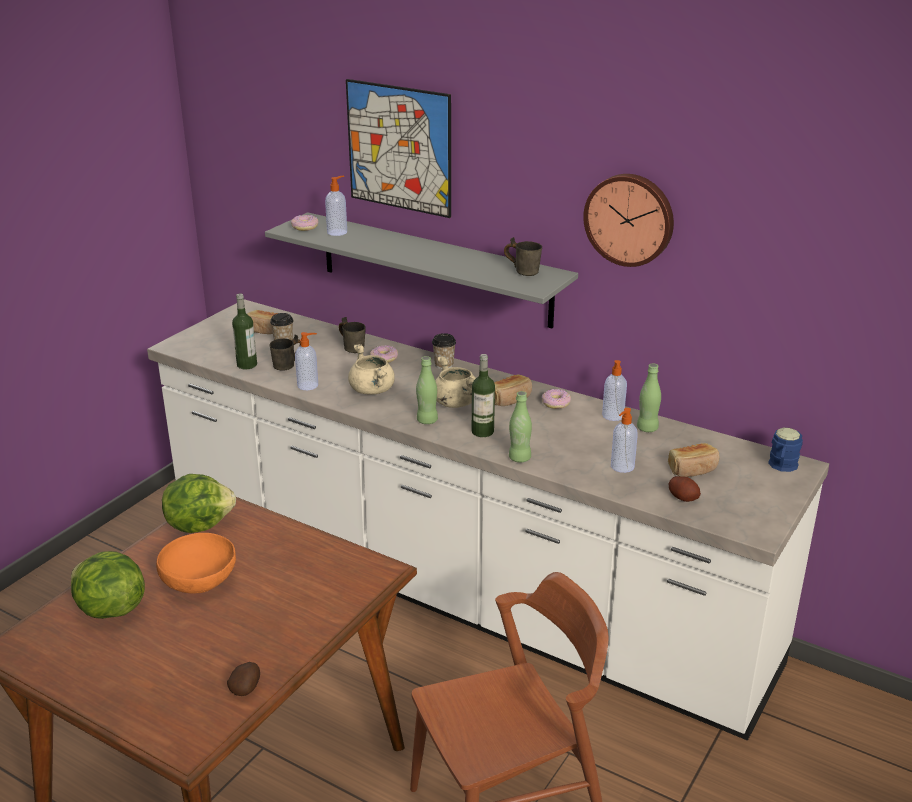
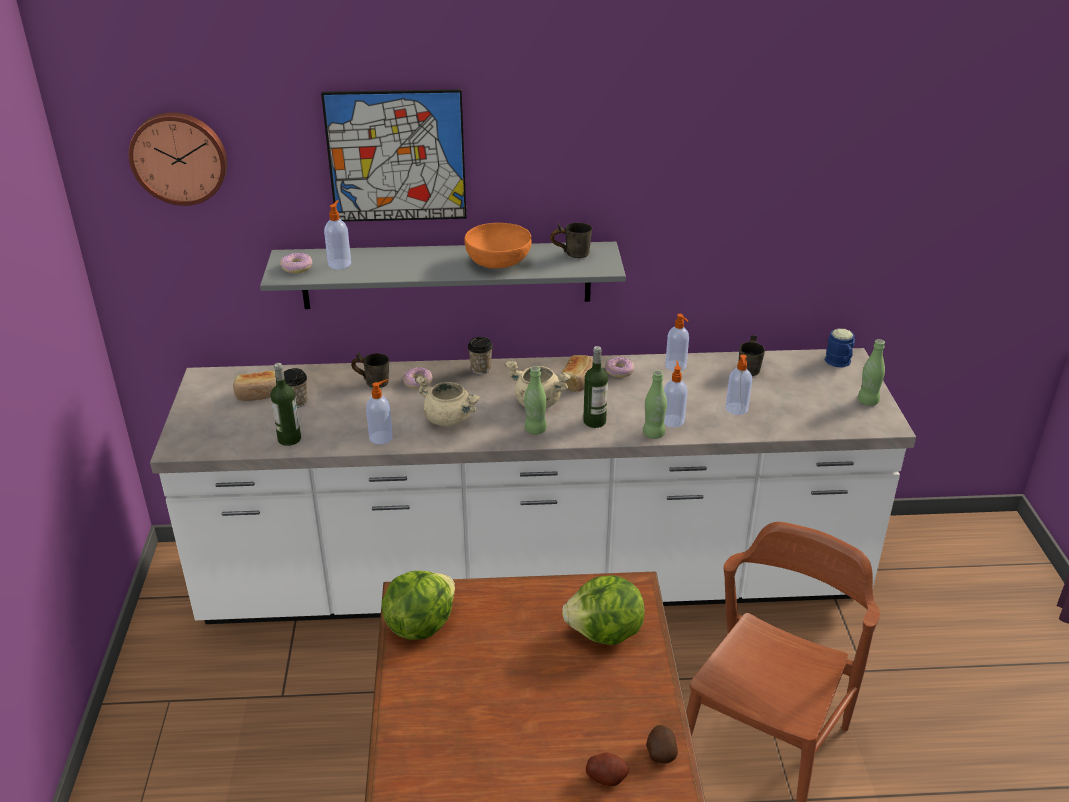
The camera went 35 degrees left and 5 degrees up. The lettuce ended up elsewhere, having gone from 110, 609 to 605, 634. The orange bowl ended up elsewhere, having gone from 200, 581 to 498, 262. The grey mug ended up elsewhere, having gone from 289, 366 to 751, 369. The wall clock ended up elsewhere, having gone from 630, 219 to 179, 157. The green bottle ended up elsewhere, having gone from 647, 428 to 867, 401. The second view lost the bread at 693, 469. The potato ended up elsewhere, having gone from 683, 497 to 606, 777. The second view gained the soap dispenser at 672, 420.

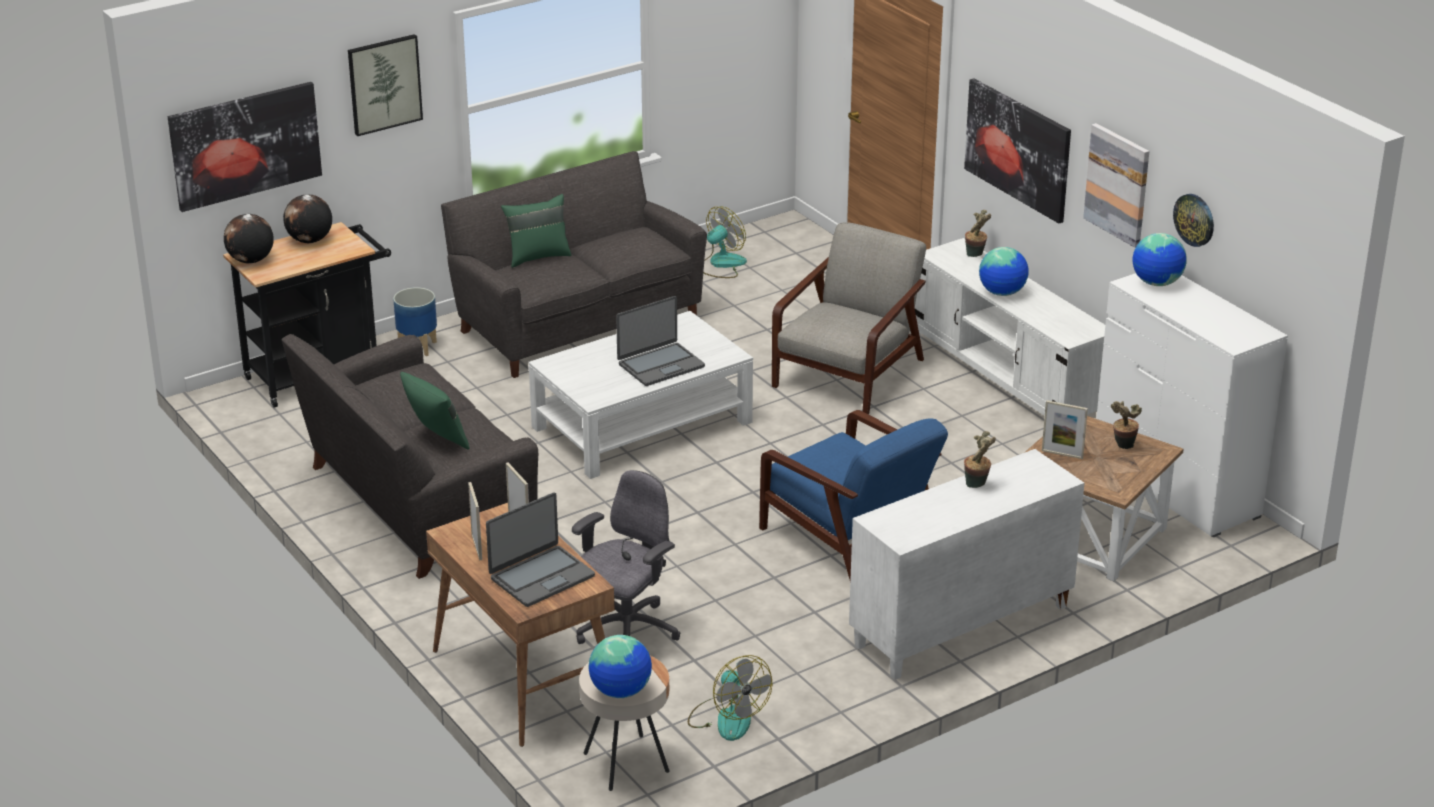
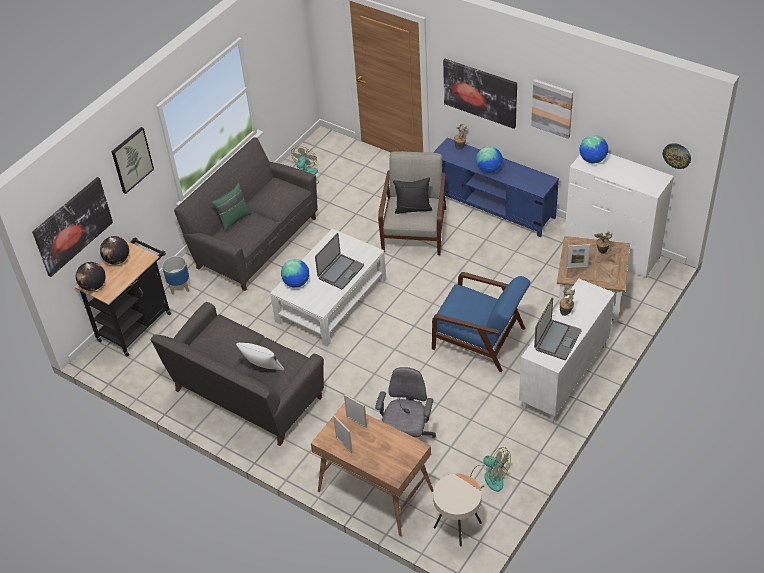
The camera went 20 degrees left and 15 degrees up. What was the green pillow at 436, 440 turned into the white pillow at 262, 369. The laptop ended up elsewhere, having gone from 541, 577 to 557, 340. The globe ended up elsewhere, having gone from 621, 691 to 296, 283. What was the white tv stand at 1008, 377 turned into the blue tv stand at 493, 206. The wall clock ended up elsewhere, having gone from 1194, 219 to 677, 155. The second view gained the black pillow at 413, 208.

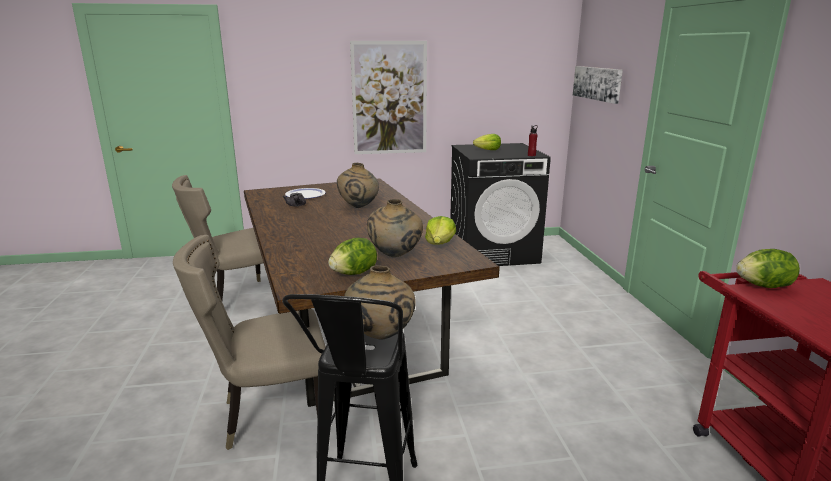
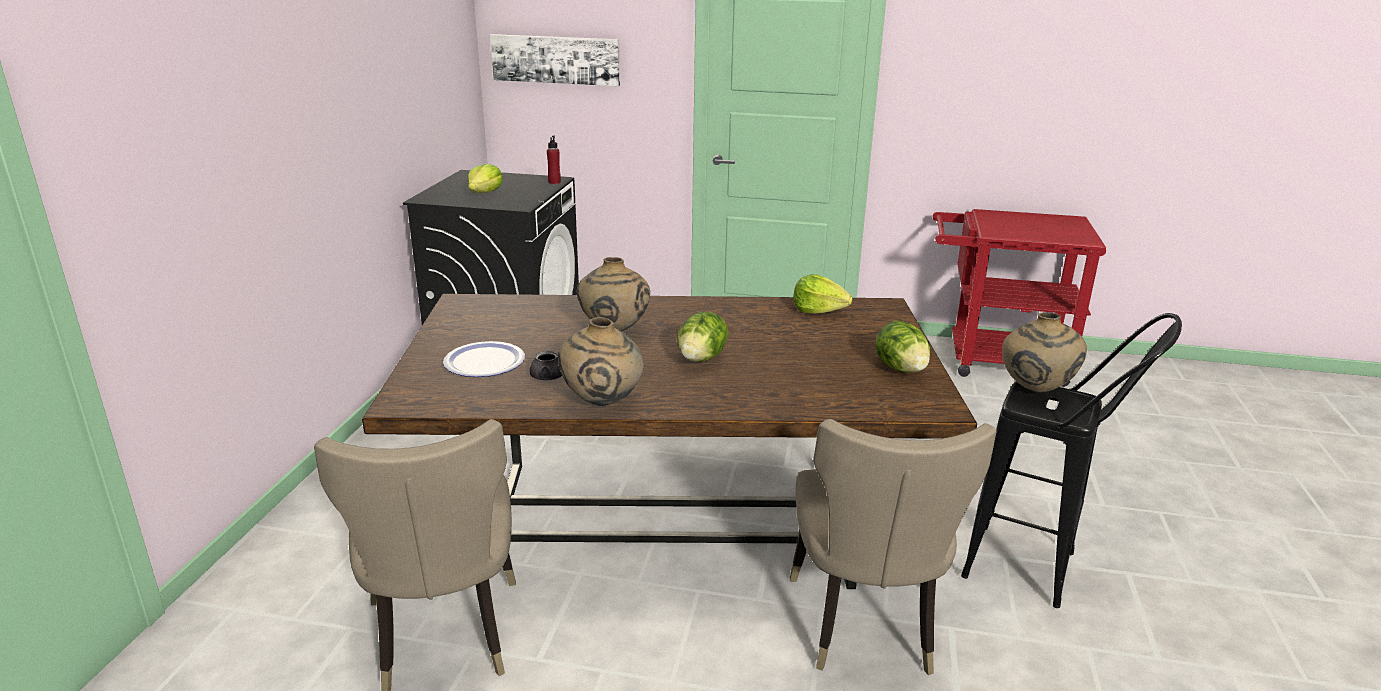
The camera went 70 degrees left and 5 degrees up. The second view lost the picture at 389, 98. The beige vase ended up elsewhere, having gone from 395, 256 to 602, 403. The lettuce ended up elsewhere, having gone from 763, 286 to 701, 359.

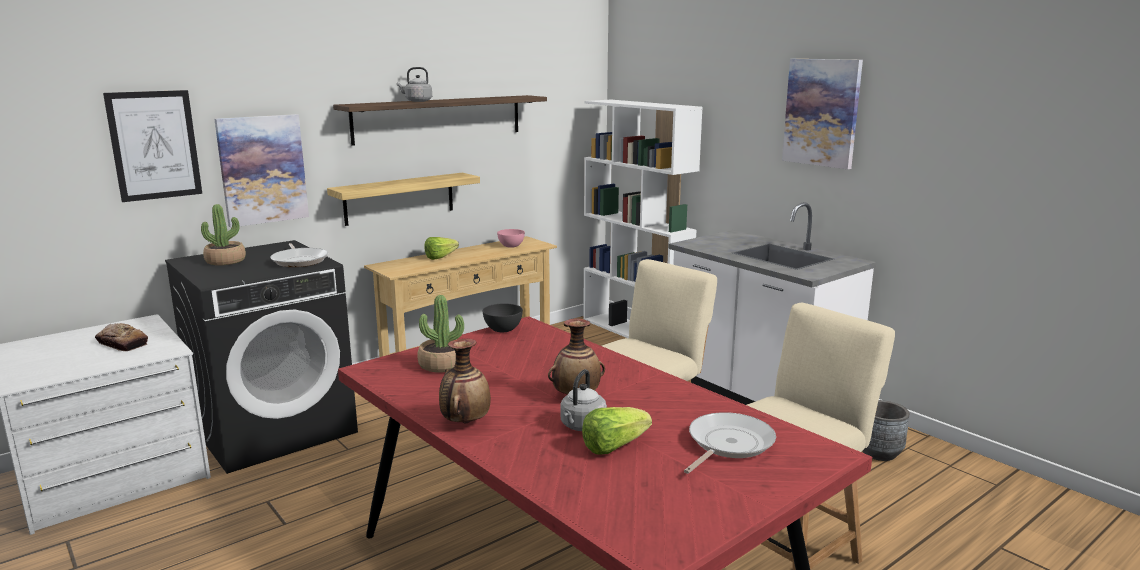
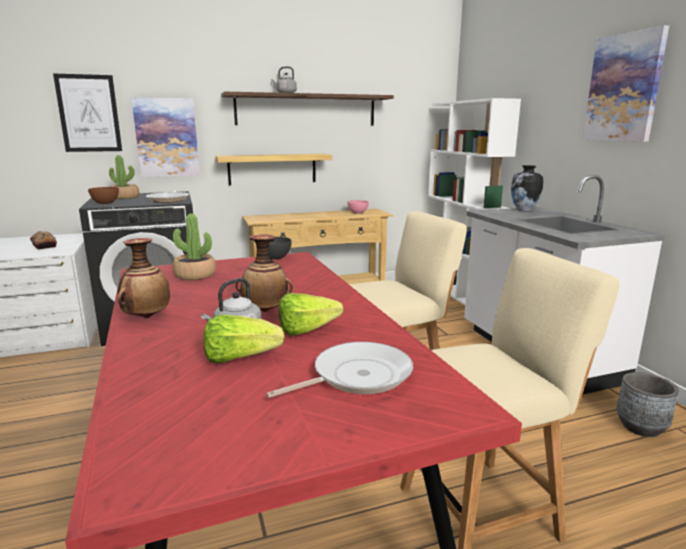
The camera went 20 degrees right and 0 degrees up. The lettuce ended up elsewhere, having gone from 443, 257 to 312, 330. The second view gained the brown bowl at 105, 203. The second view gained the vase at 524, 210.

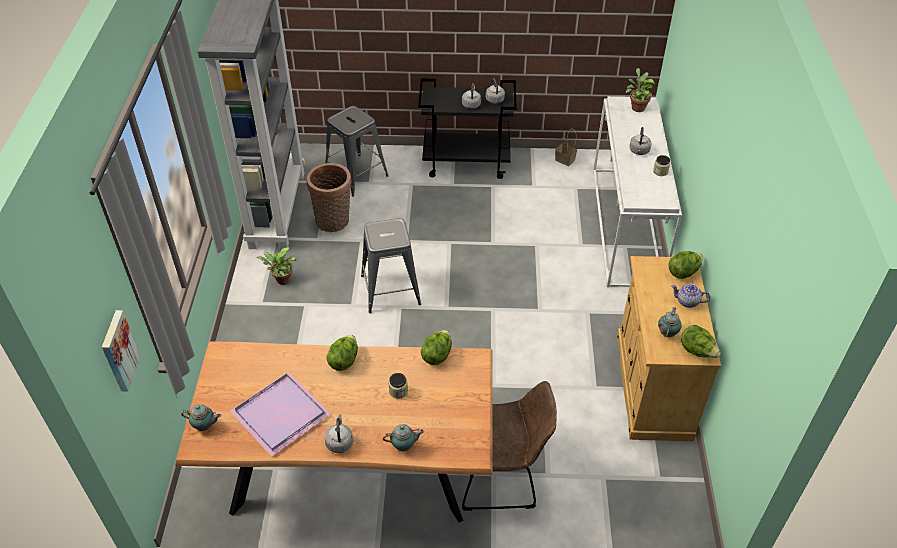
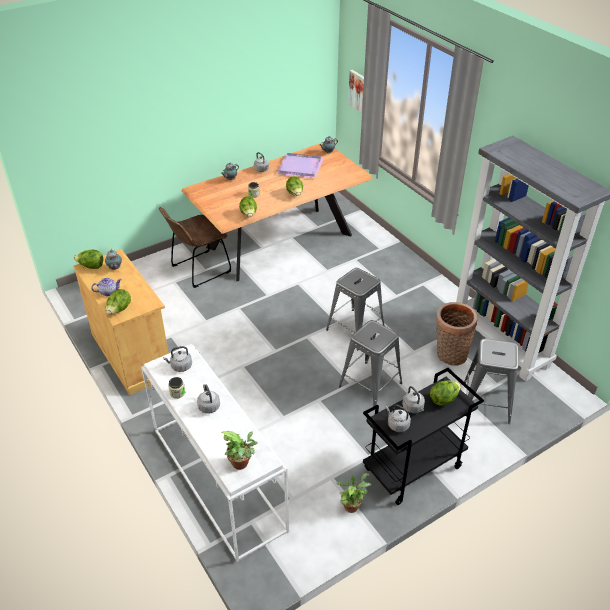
The camera went 145 degrees right and 5 degrees down. The potted plant ended up elsewhere, having gone from 281, 280 to 351, 505. The second view lost the basket at 565, 160. The second view gained the grey kettle at 180, 366. The second view gained the grey stool at 370, 384. The second view gained the lettuce at 444, 399.

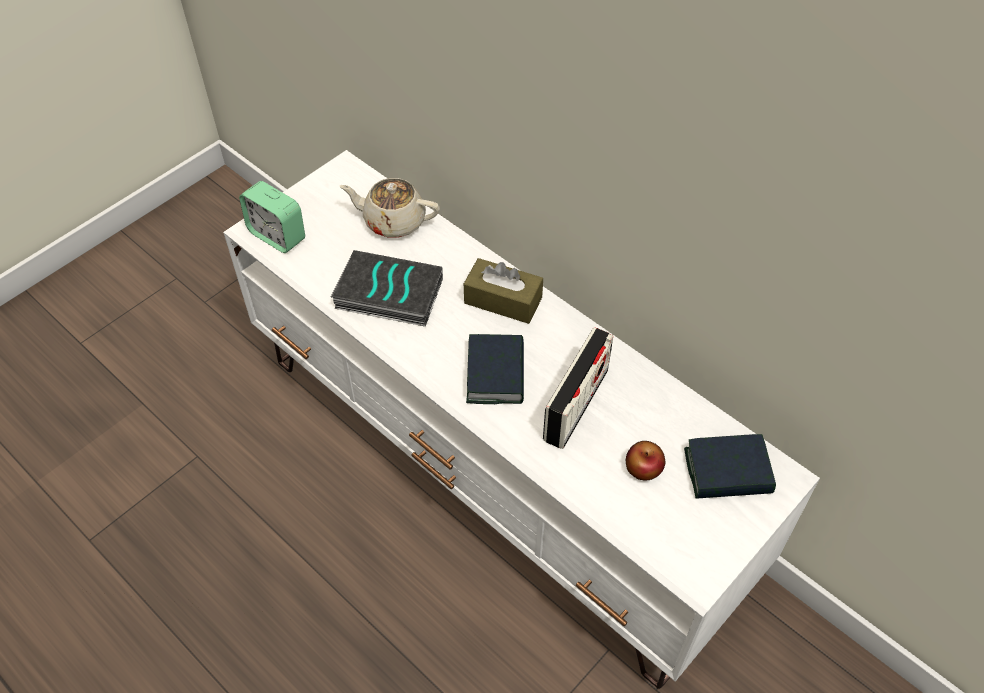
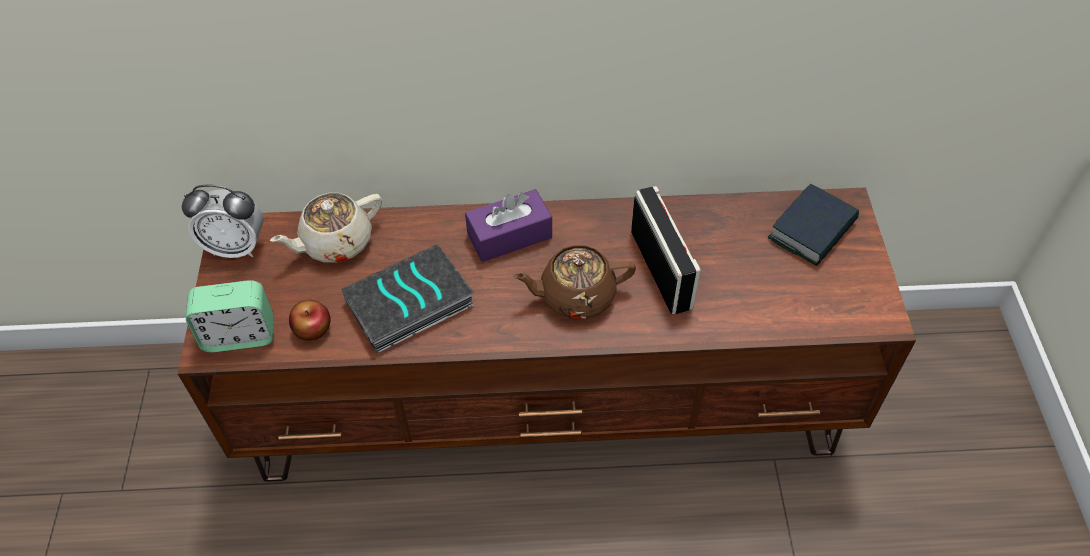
The camera went 45 degrees left and 0 degrees up. What was the white tv stand at 495, 467 turned into the brown tv stand at 549, 404. What was the brown tissue box at 503, 300 turned into the purple tissue box at 509, 236. Where the book stood at 496, 374, the brown teapot came to stand at 575, 295. The apple ended up elsewhere, having gone from 643, 468 to 313, 328. The second view gained the alarm clock at 236, 247.

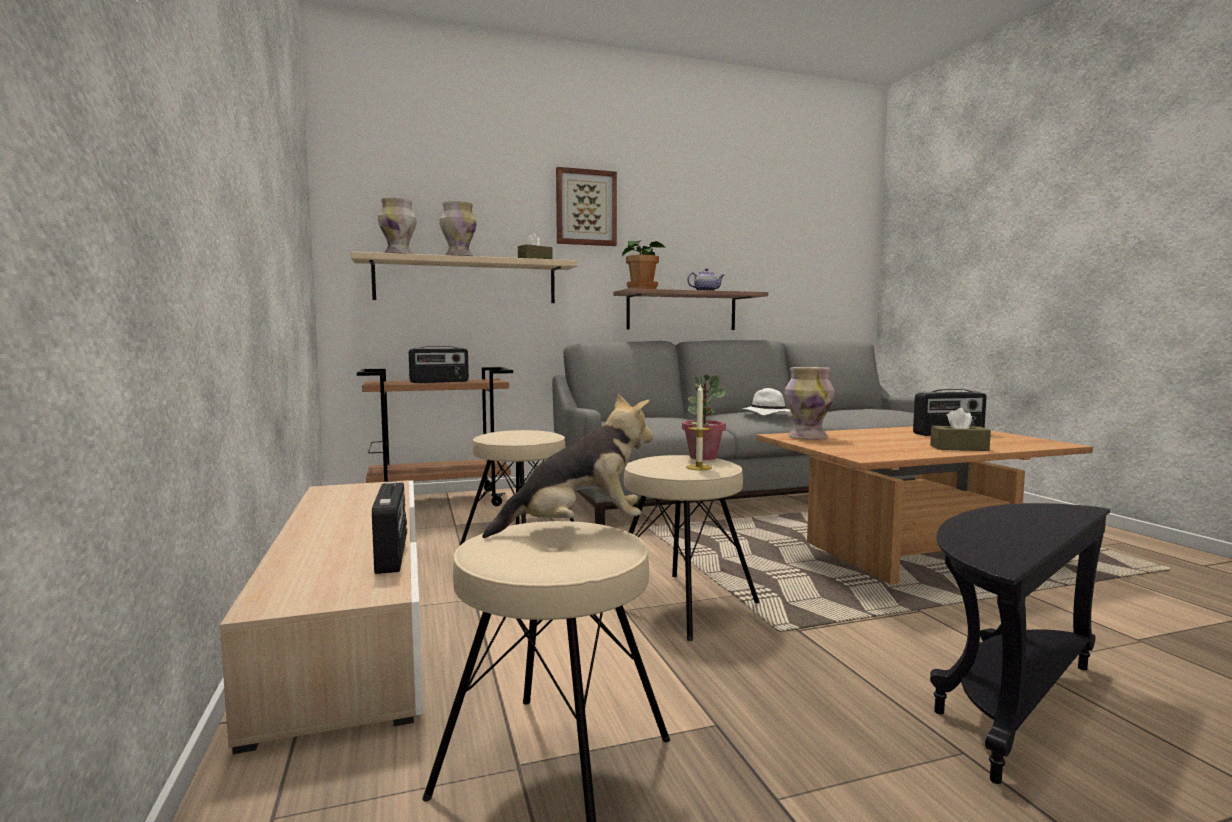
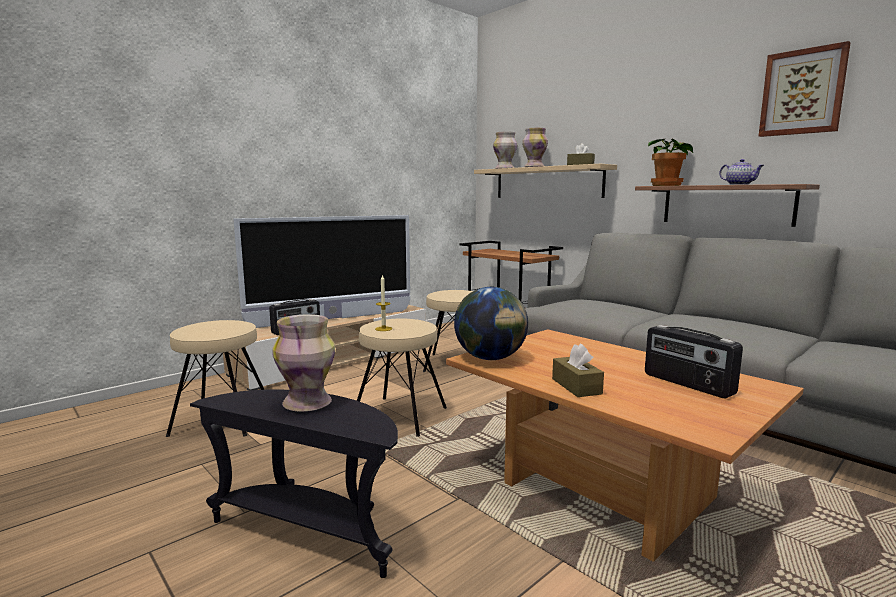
The camera went 65 degrees right and 5 degrees up. The second view lost the radio at 439, 382. The second view lost the plush toy at 577, 530. The picture ended up elsewhere, having gone from 586, 208 to 802, 92. The second view lost the potted plant at 703, 457. The second view lost the white hat at 767, 414. The vase ended up elsewhere, having gone from 807, 437 to 308, 403. The second view gained the television at 332, 319. The second view gained the globe at 490, 358.

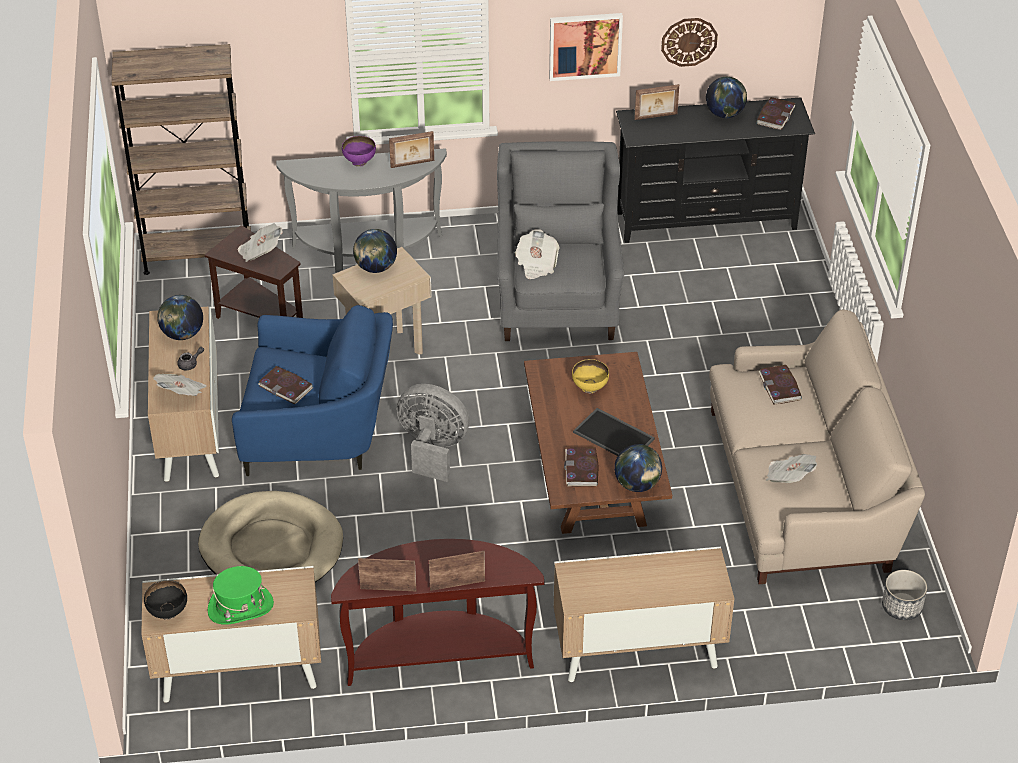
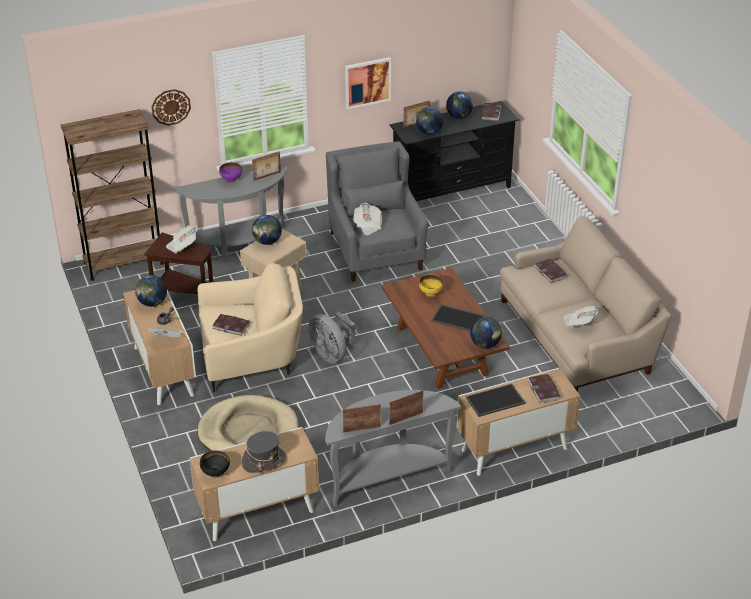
The camera went 15 degrees left and 5 degrees down. What was the green hat at 240, 607 turned into the grey hat at 264, 460. What was the blue armchair at 319, 433 turned into the beige armchair at 251, 357. What was the brown console table at 439, 655 turned into the grey console table at 387, 476. The grey fan at 432, 449 ended up facing another way, 135 degrees counterclockwise from before. The book ended up elsewhere, having gone from 581, 469 to 544, 390. The wall clock ended up elsewhere, having gone from 689, 41 to 171, 107. The second view lost the planter at 902, 607. The second view gained the globe at 429, 132. The second view gained the tray at 495, 401.

